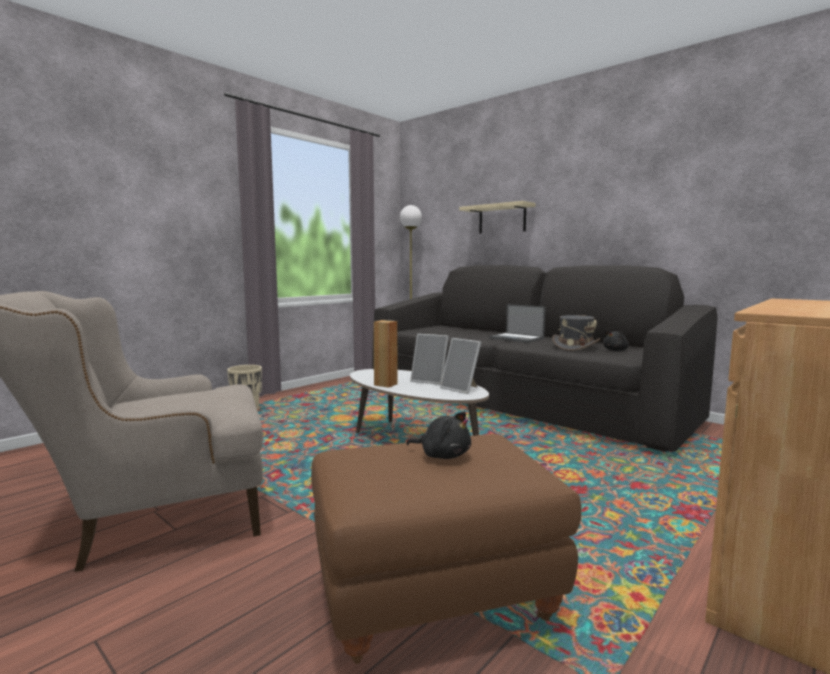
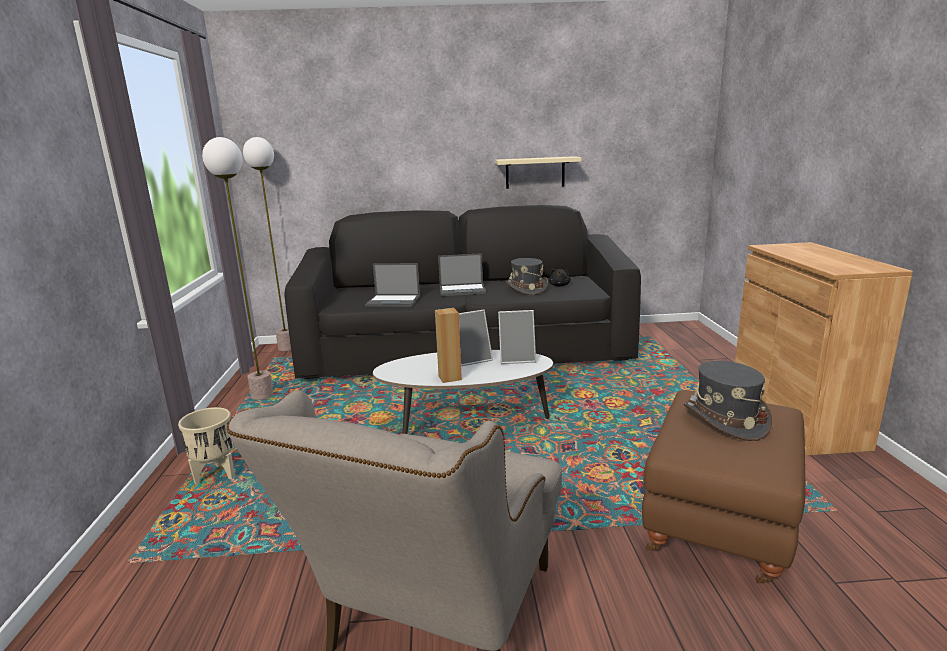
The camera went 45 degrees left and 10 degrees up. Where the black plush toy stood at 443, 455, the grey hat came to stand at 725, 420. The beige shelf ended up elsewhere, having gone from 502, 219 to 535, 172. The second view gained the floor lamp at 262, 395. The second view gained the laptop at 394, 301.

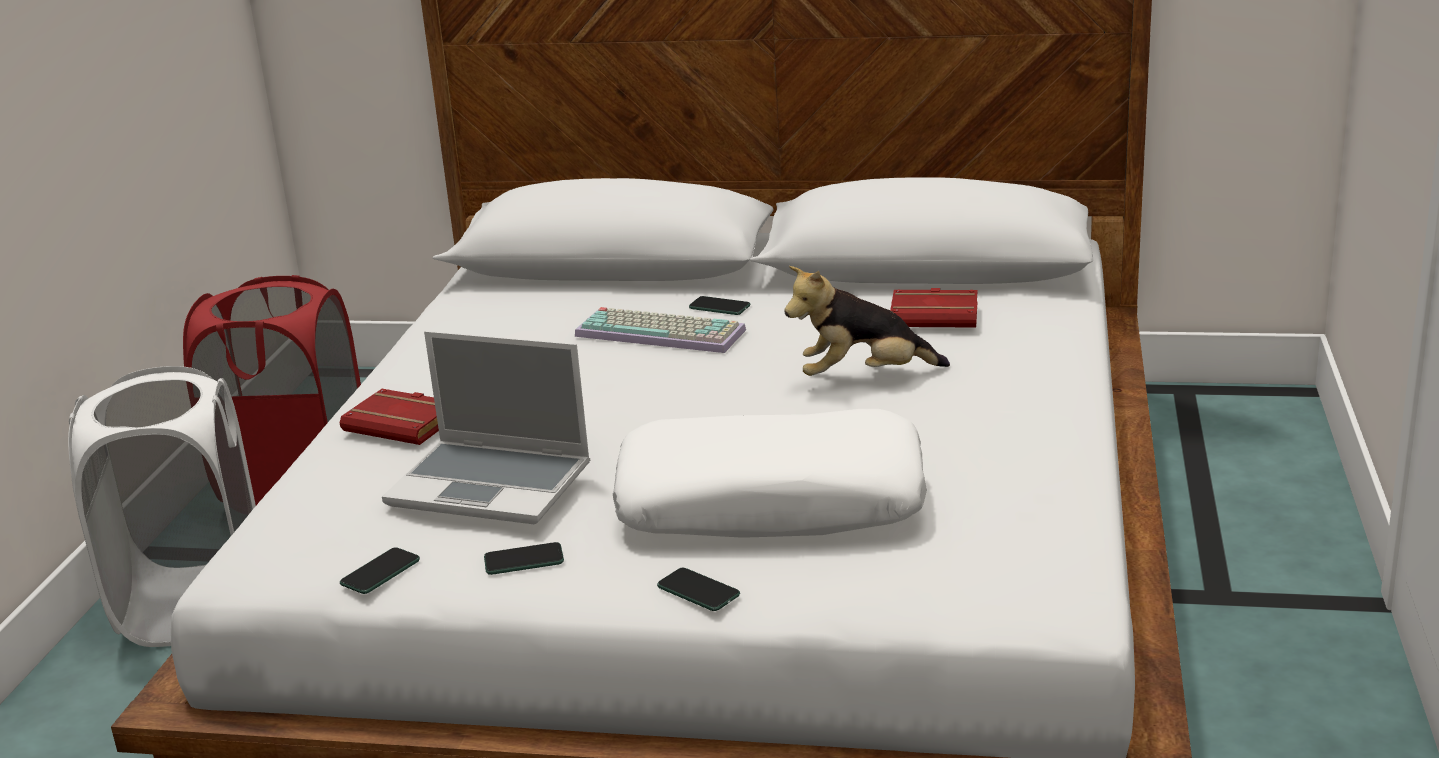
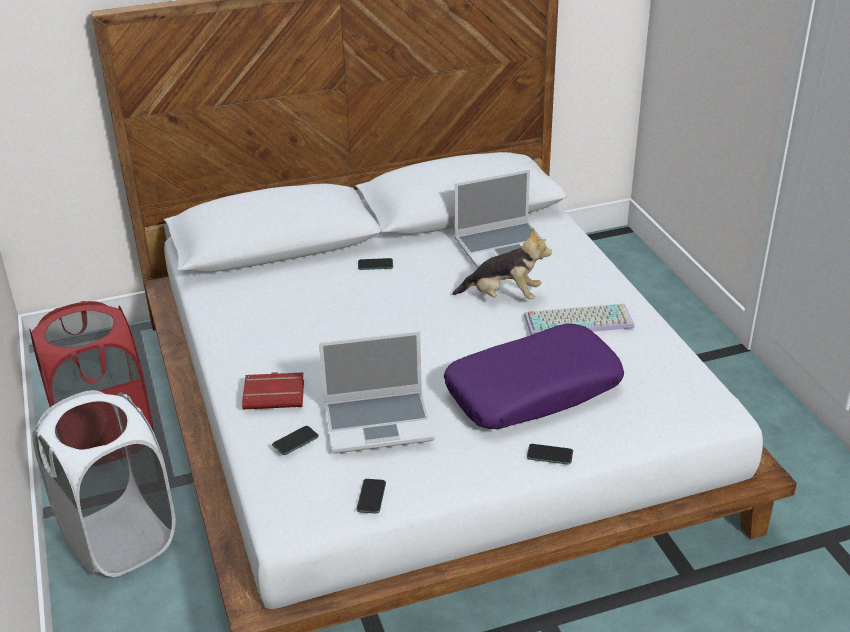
The camera went 30 degrees left and 10 degrees up. The phone ended up elsewhere, having gone from 524, 560 to 295, 441. The keyboard ended up elsewhere, having gone from 663, 332 to 579, 320. What was the white pillow at 771, 502 turned into the purple pillow at 533, 390. The plush toy at 863, 377 ended up facing another way, 135 degrees counterclockwise from before. Where the red book stood at 936, 315, the laptop came to stand at 503, 246.

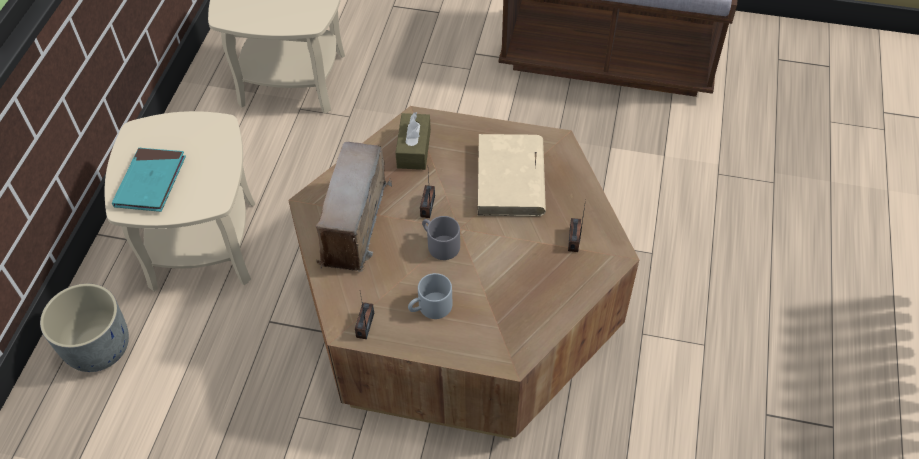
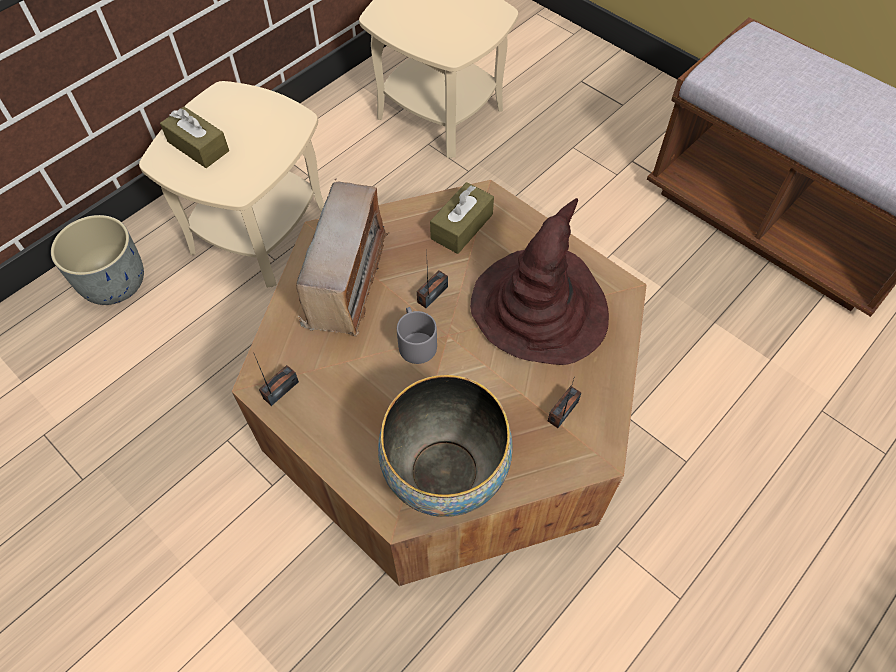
The camera went 30 degrees right and 5 degrees up. Where the turquoise book stood at 151, 182, the brown tissue box came to stand at 198, 146. The radio at 355, 225 ended up facing another way, 150 degrees clockwise from before. The second view lost the grey mug at 430, 308. Where the beige book stood at 511, 180, the brown hat came to stand at 540, 308. The second view gained the bowl at 445, 473.

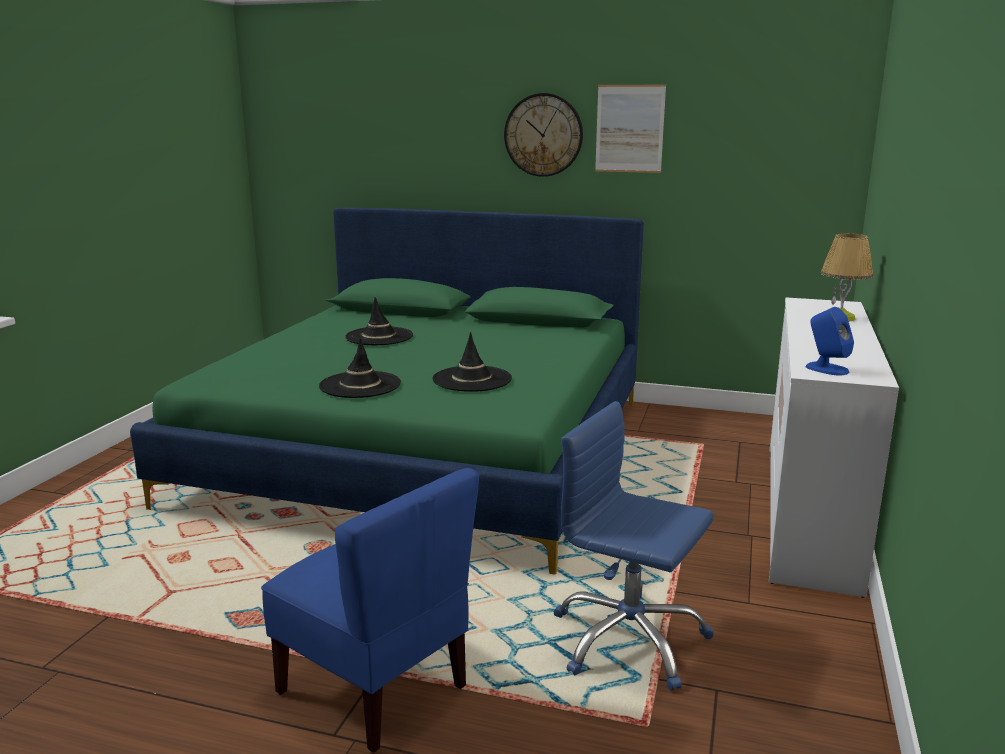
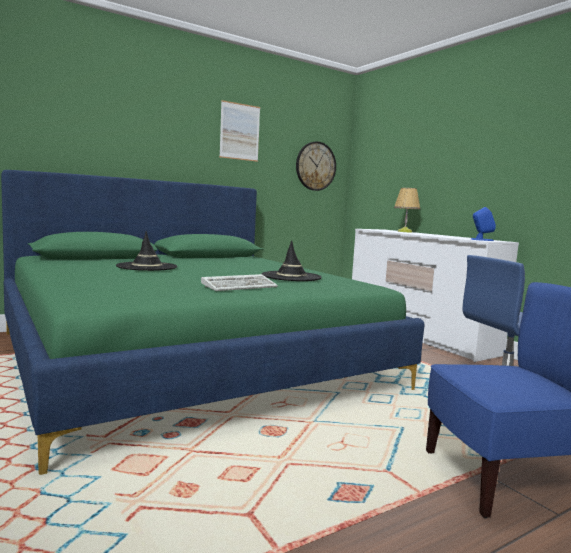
The camera went 50 degrees left and 10 degrees down. Where the black hat stood at 360, 385, the keyboard came to stand at 240, 286. The wall clock ended up elsewhere, having gone from 543, 135 to 315, 166.

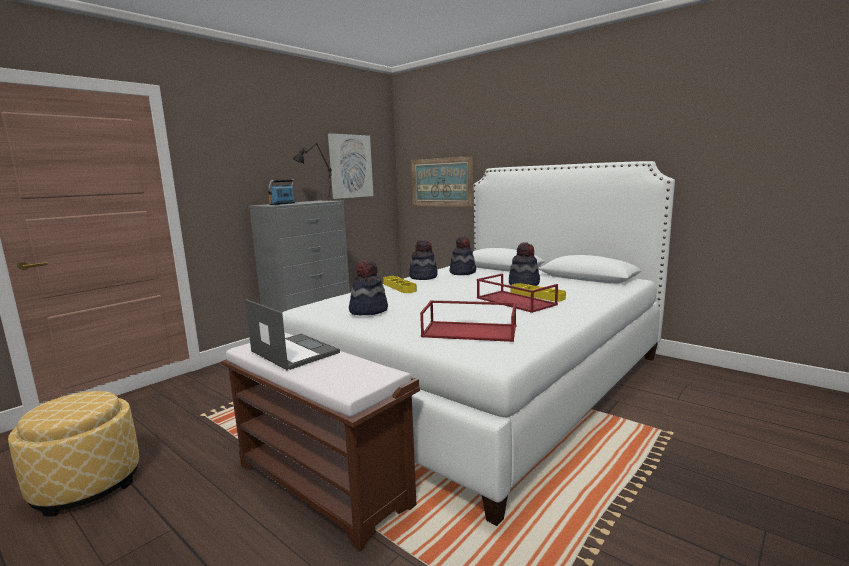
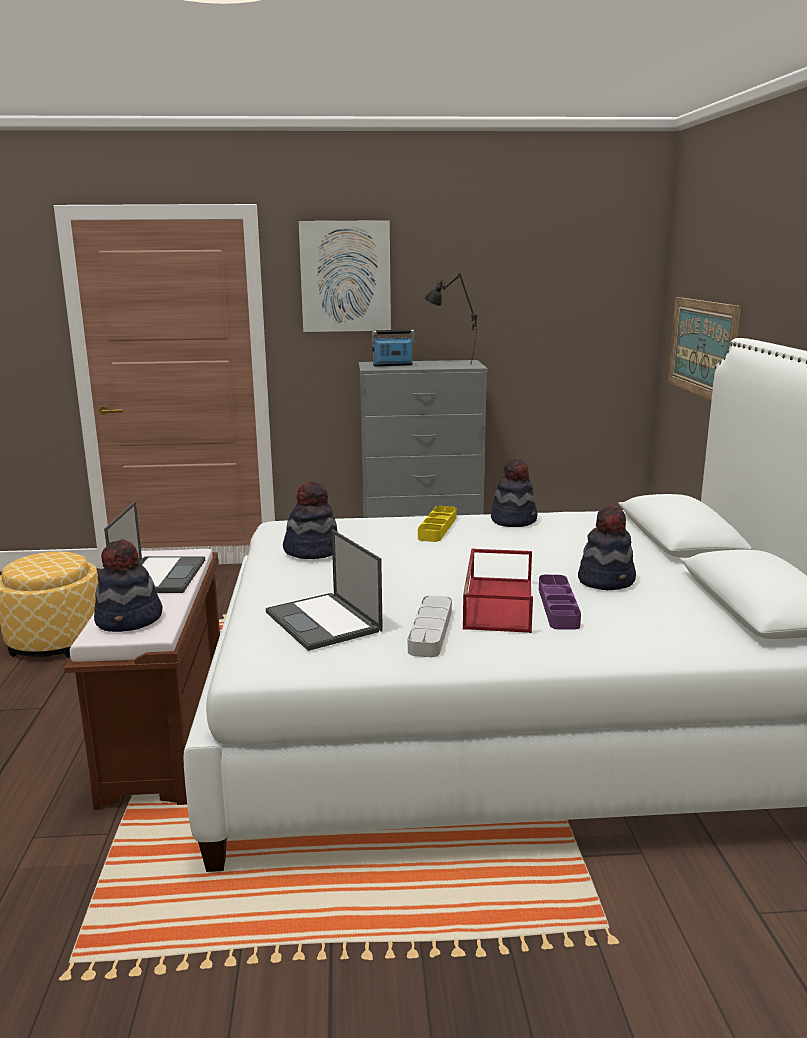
The camera went 45 degrees right and 5 degrees up. The picture ended up elsewhere, having gone from 350, 166 to 345, 276. Where the red tray stood at 470, 331, the laptop came to stand at 324, 622. The hat ended up elsewhere, having gone from 463, 272 to 130, 620. What was the yellow tray at 537, 295 turned into the purple tray at 558, 607. The second view gained the grey tray at 430, 631.

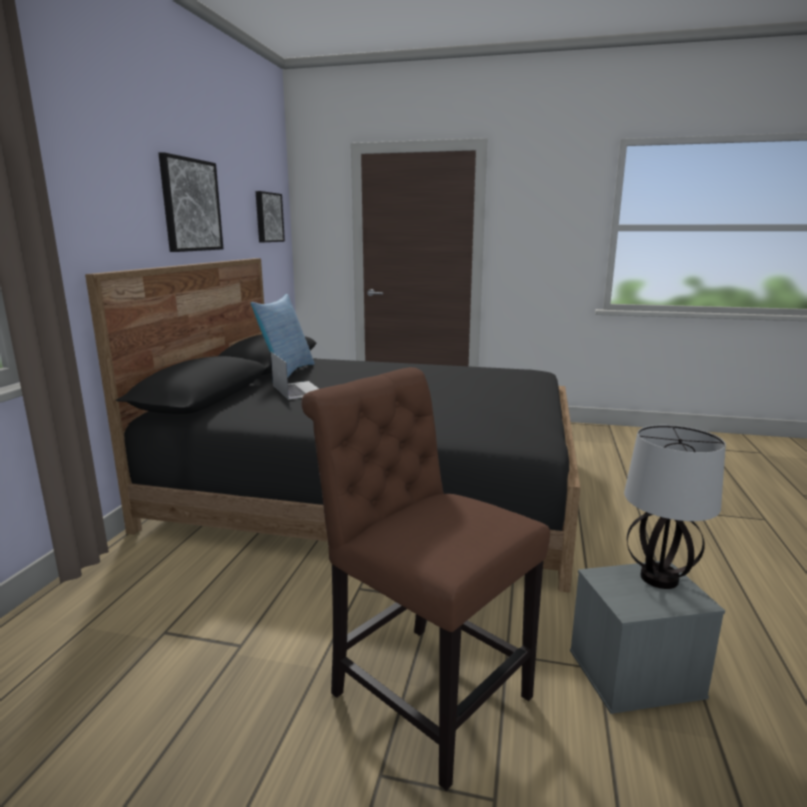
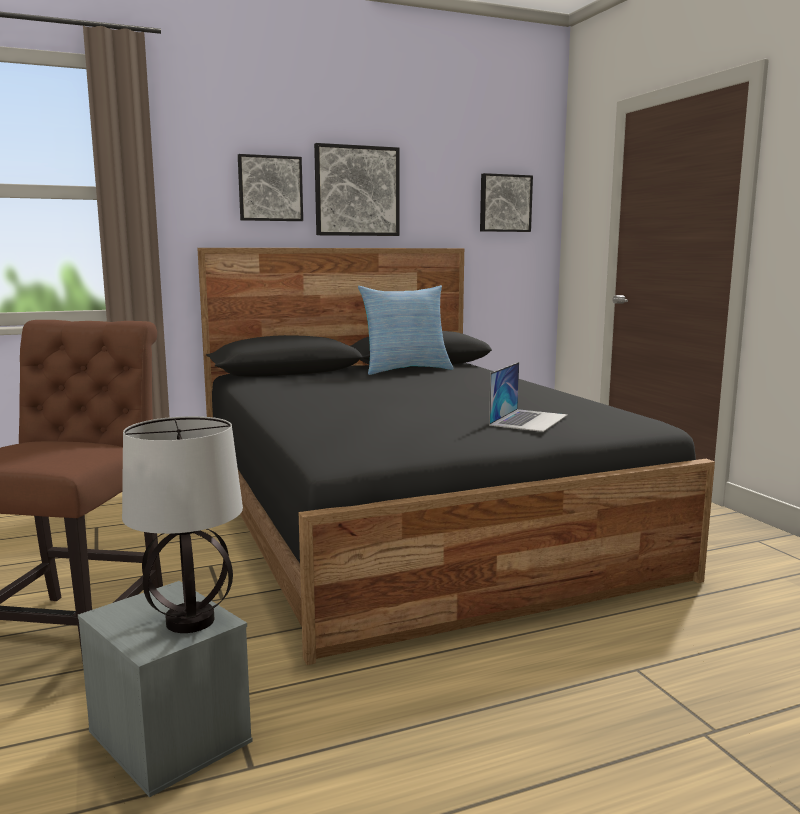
The camera went 55 degrees right and 5 degrees down. The laptop ended up elsewhere, having gone from 298, 390 to 529, 420. The second view gained the picture at 270, 188.

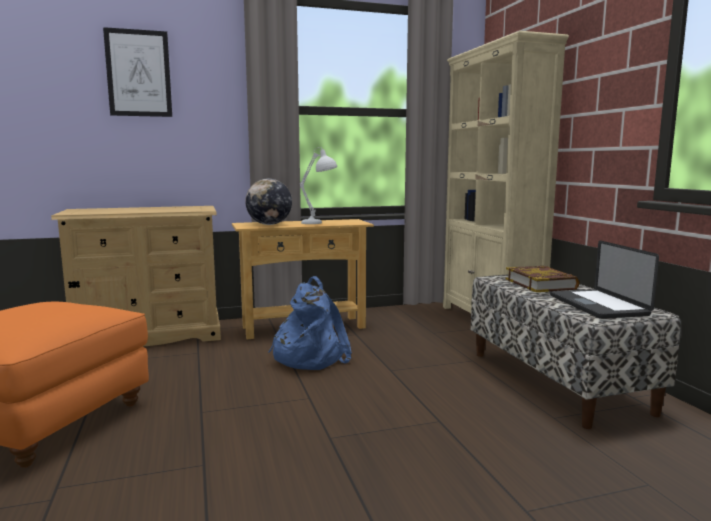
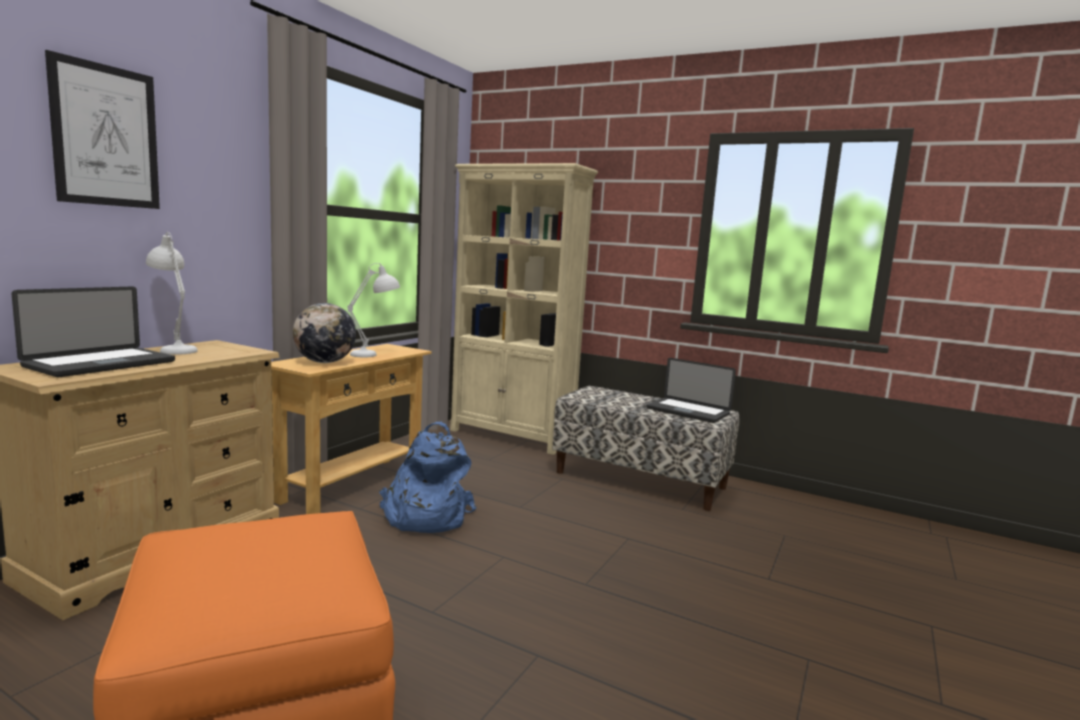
The camera went 45 degrees left and 0 degrees up. The second view lost the book at 540, 284. The second view gained the laptop at 101, 364. The second view gained the white table lamp at 174, 349.

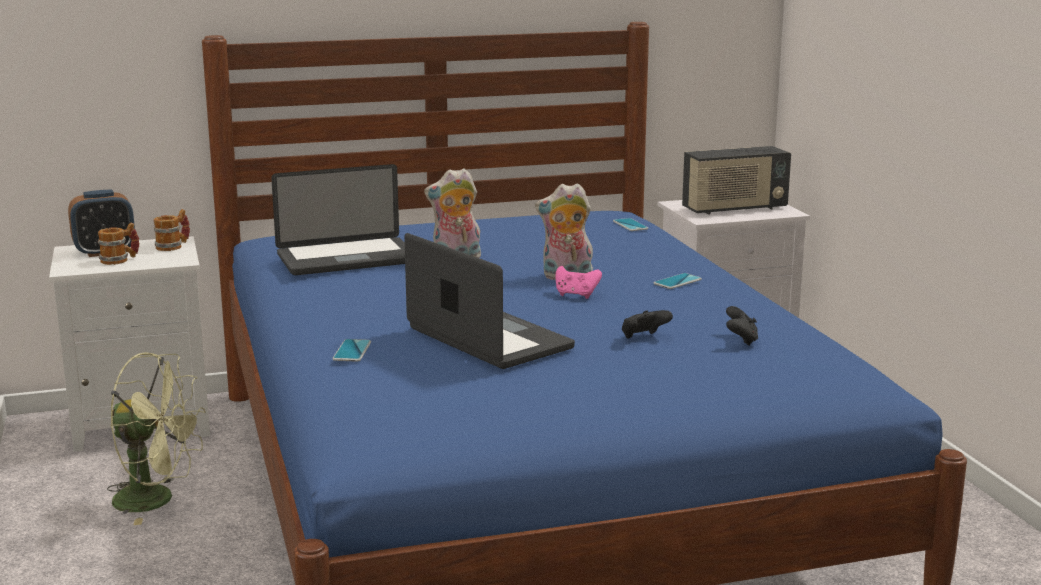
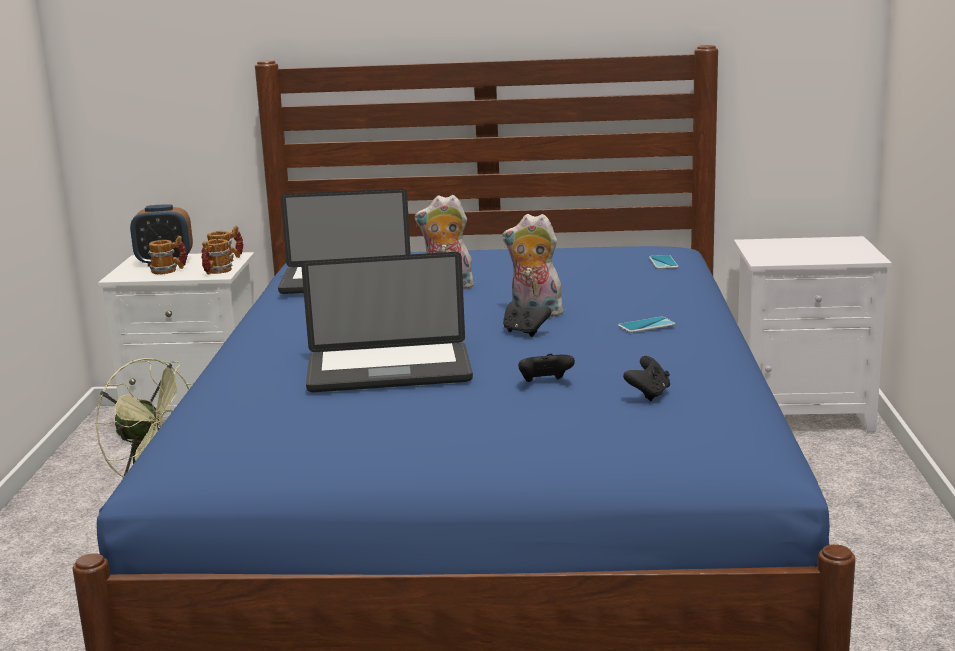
The camera went 20 degrees right and 0 degrees up. The second view lost the phone at 352, 351. The laptop at 489, 339 ended up facing another way, 105 degrees clockwise from before. What was the pink game controller at 576, 295 turned into the black game controller at 524, 332. The second view lost the radio at 734, 209. The second view gained the mug at 216, 272.

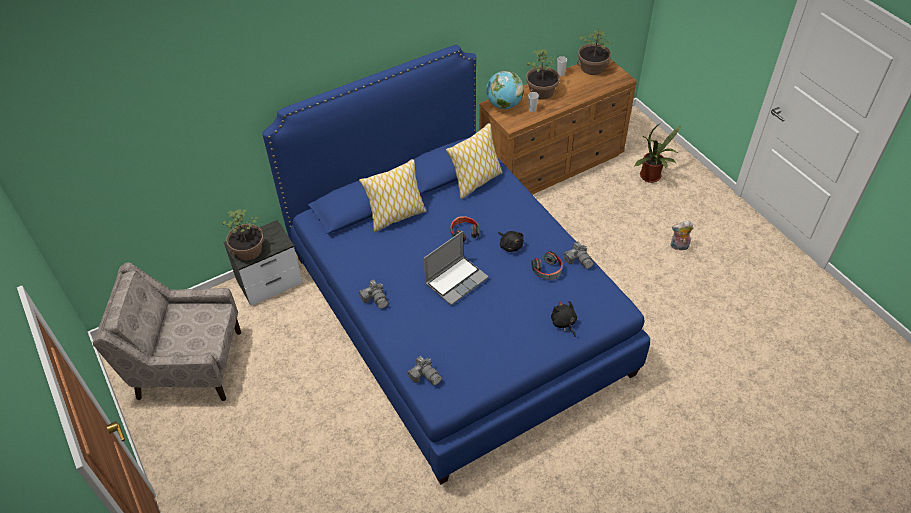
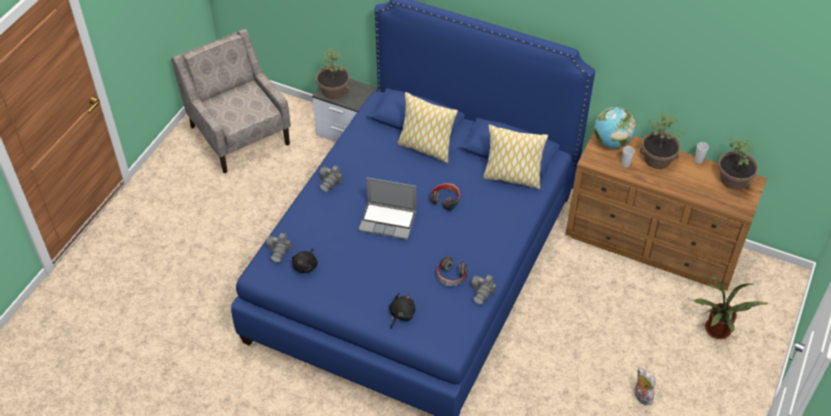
The camera went 55 degrees right and 0 degrees up. The black plush toy ended up elsewhere, having gone from 510, 245 to 306, 266.

